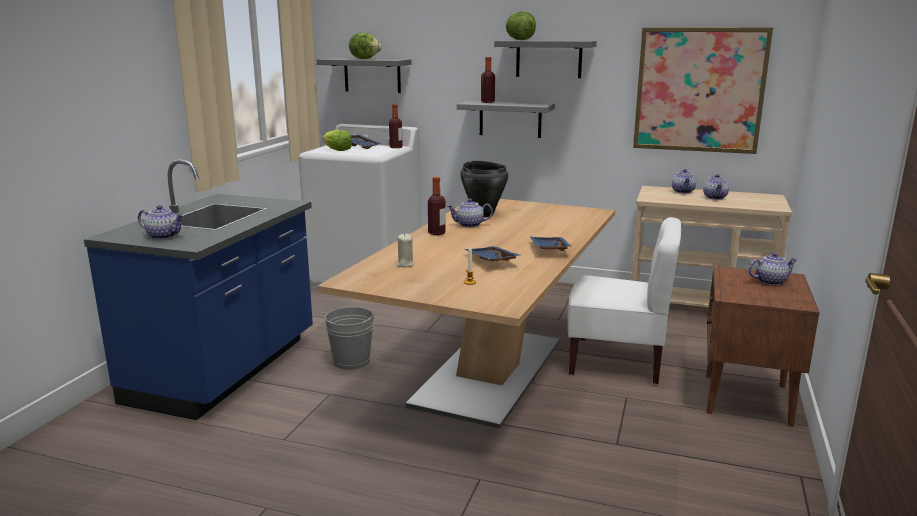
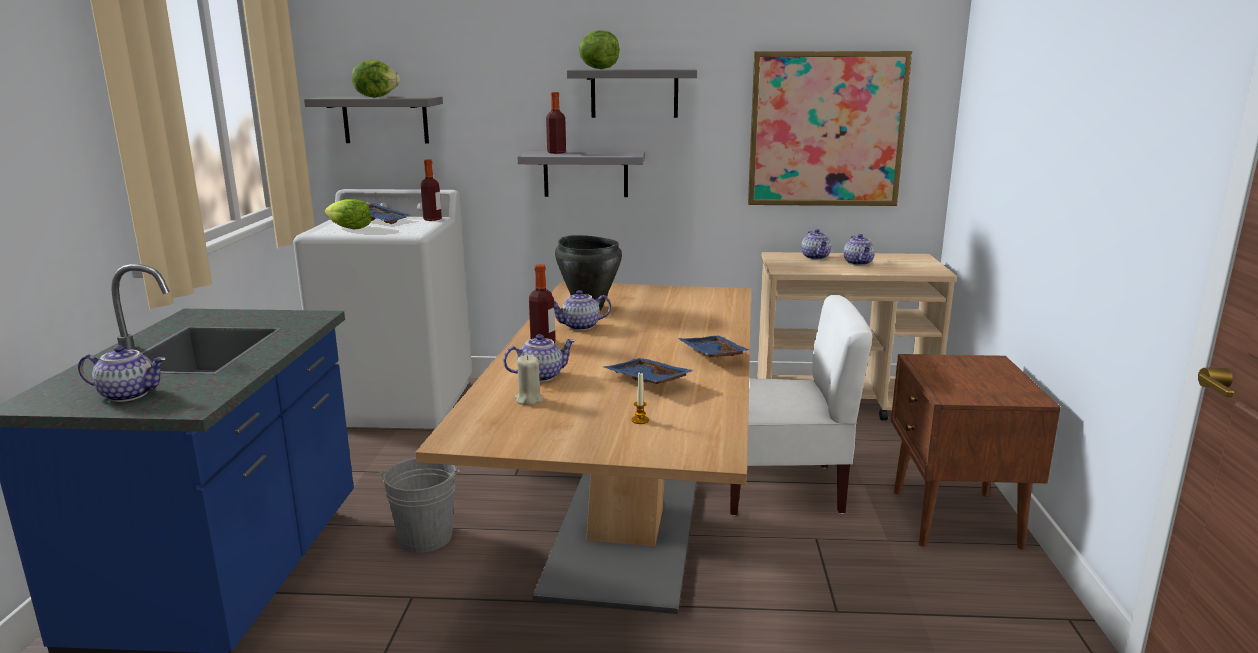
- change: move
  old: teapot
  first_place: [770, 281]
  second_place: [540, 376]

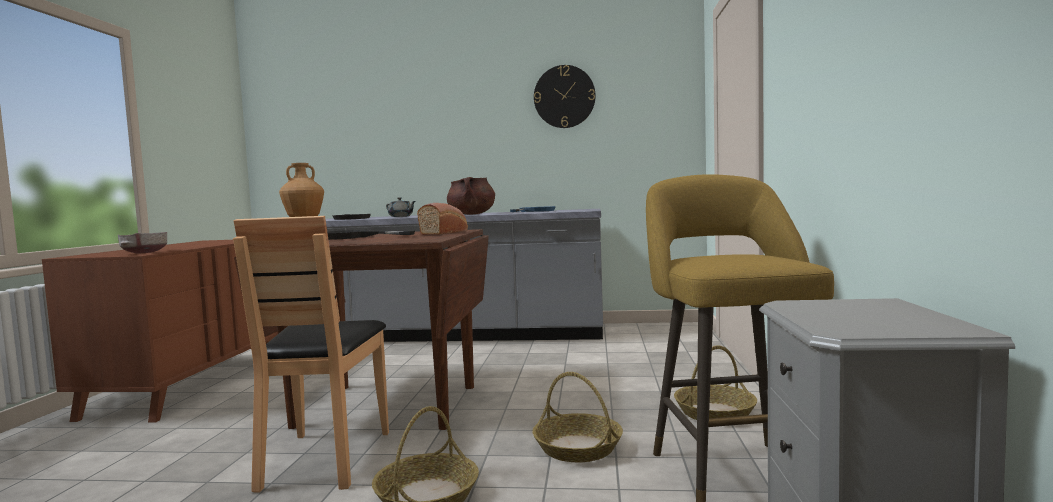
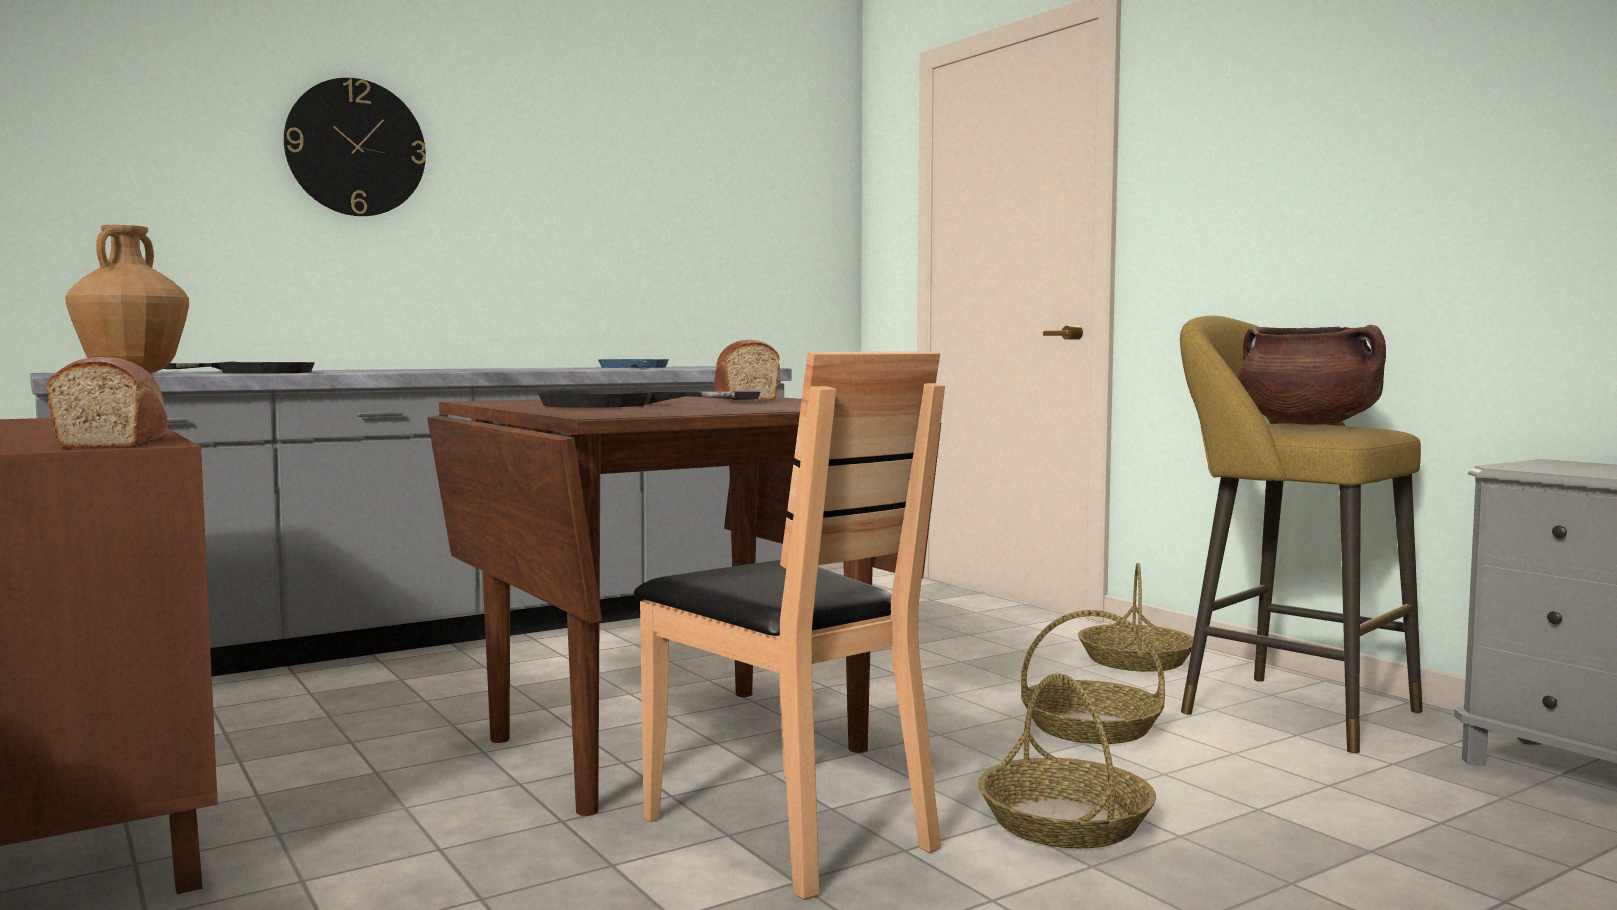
- change: replace
  old: greyish deep dish
  new: bread
  first_place: [145, 252]
  second_place: [116, 441]
- change: move
  old: hanging clock
  first_place: [564, 96]
  second_place: [355, 148]
- change: move
  old: brownish cooking pot
  first_place: [472, 214]
  second_place: [1308, 424]
- change: delete
  old: greyish teapot
  first_place: [401, 216]

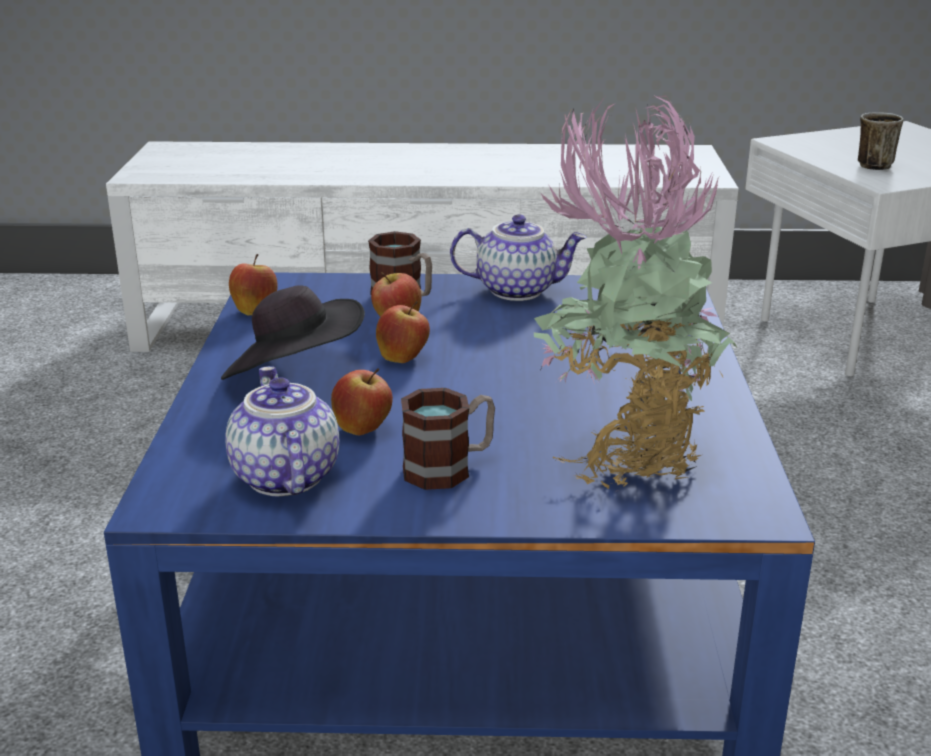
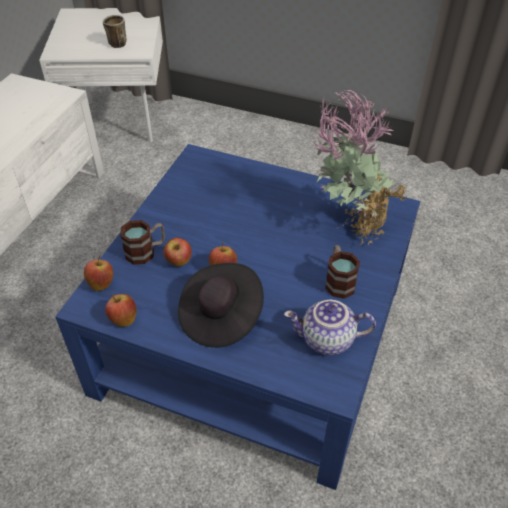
- change: move
  old: whole apple
  first_place: [363, 429]
  second_place: [101, 284]
- change: delete
  old: teapot
  first_place: [517, 290]

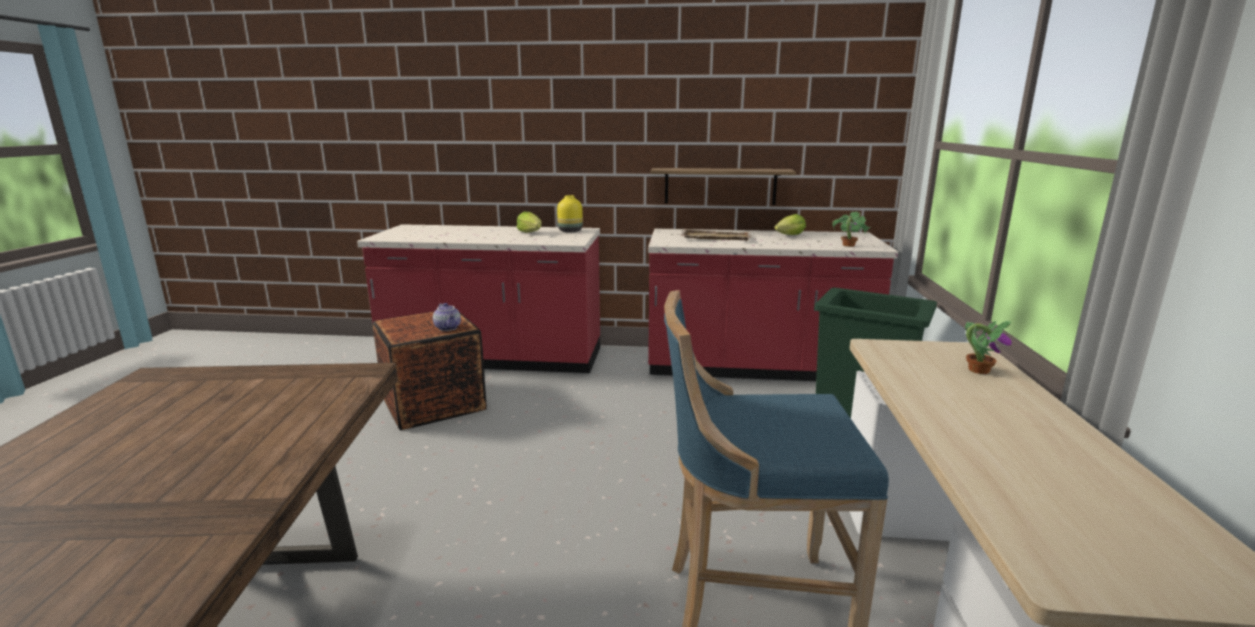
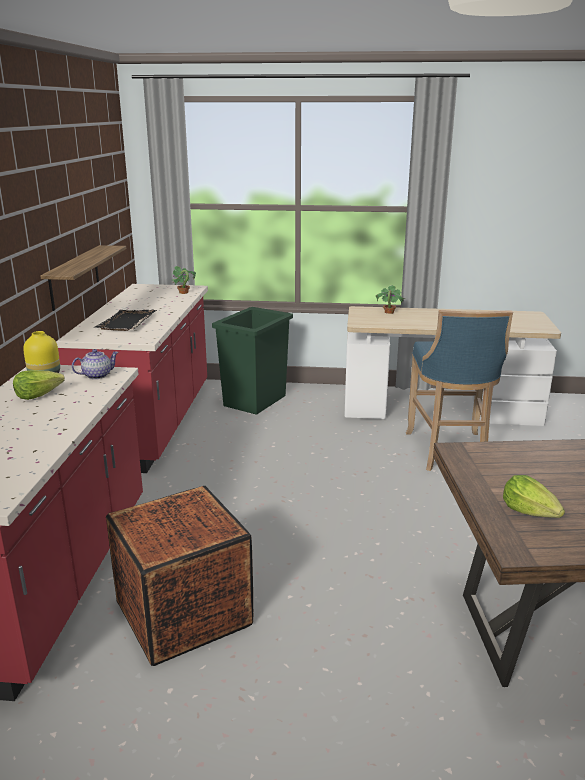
- change: move
  old: teapot
  first_place: [448, 328]
  second_place: [97, 375]
- change: recolor
  old: sand-coloured tray
  new: black-coloured tray
  first_place: [715, 237]
  second_place: [126, 322]
- change: move
  old: lettuce
  first_place: [790, 235]
  second_place: [530, 512]

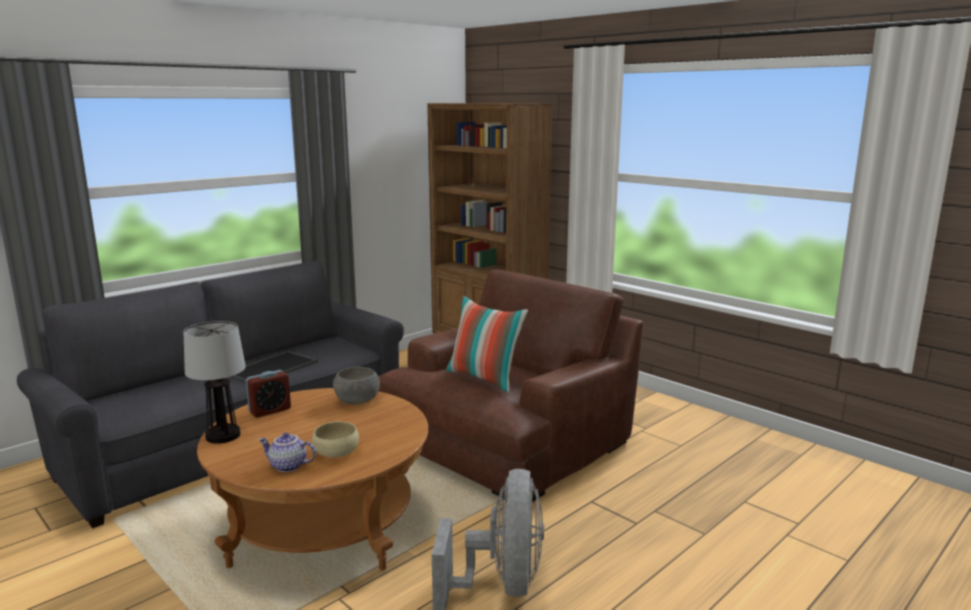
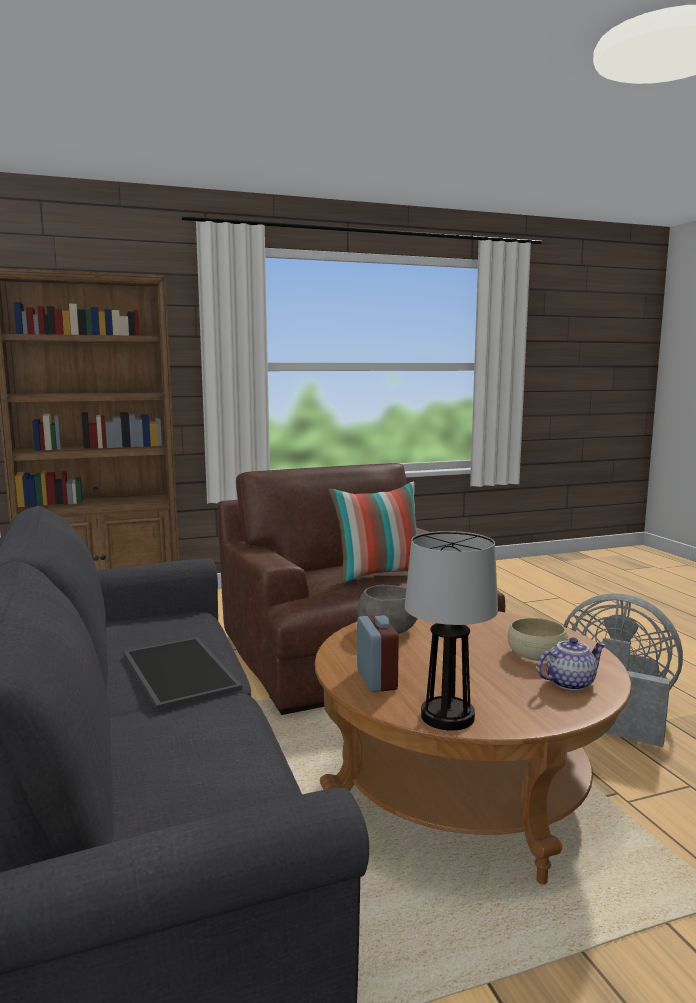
- change: rotate
  old: teapot
  first_place: [287, 466]
  second_place: [569, 682]
  degrees: -150

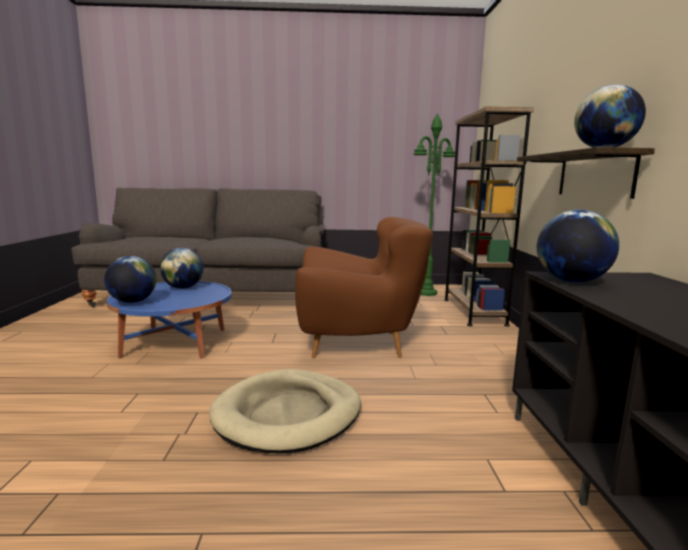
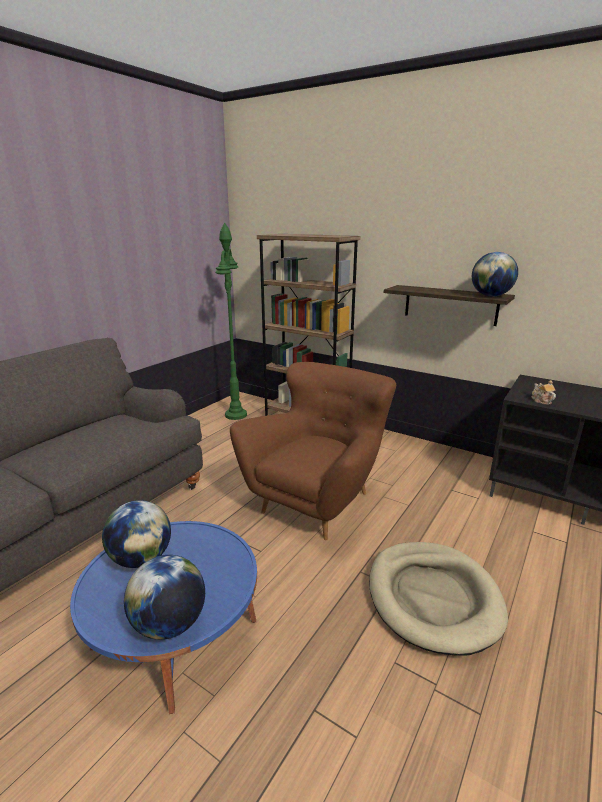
- change: replace
  old: world globe
  new: teapot
  first_place: [571, 281]
  second_place: [541, 401]

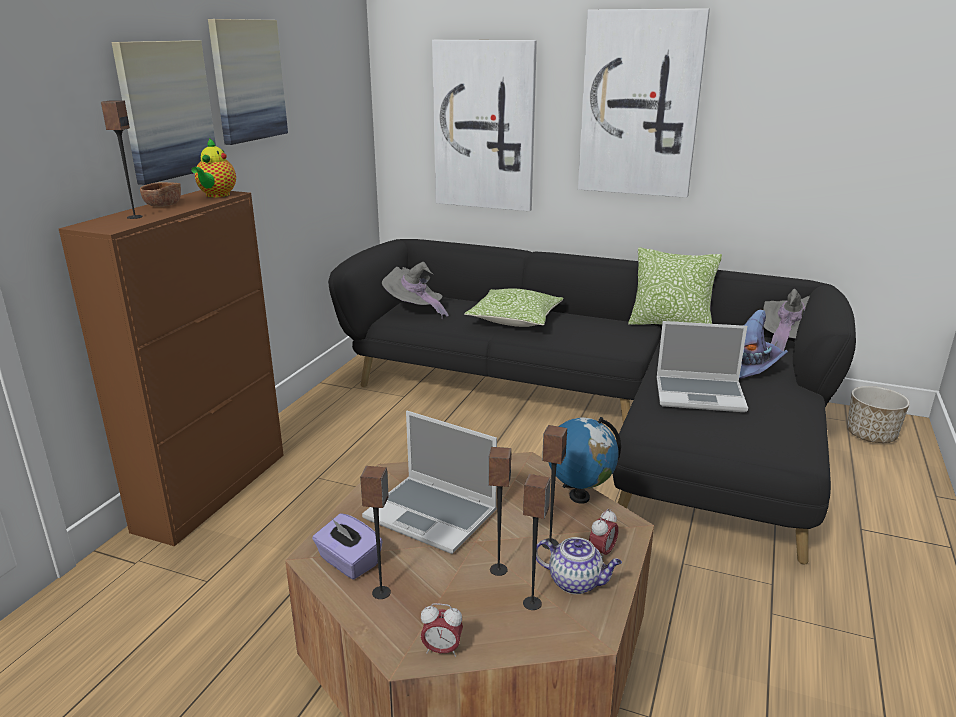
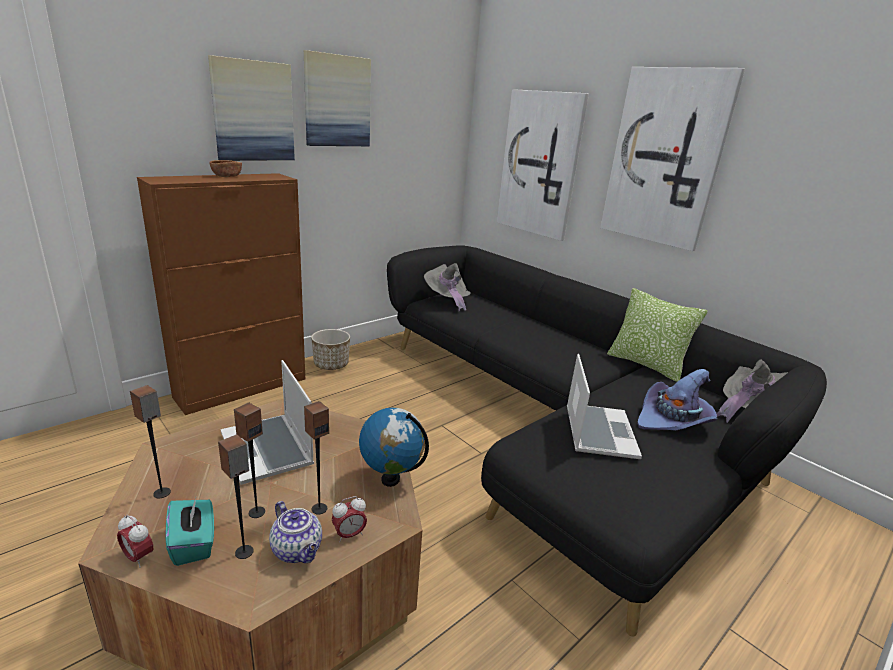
- change: insert
  new: turquoise-coloured box of tissues
  second_place: [194, 543]
- change: move
  old: flower pot
  first_place: [871, 435]
  second_place: [331, 365]
- change: rotate
  old: notebook computer
  first_place: [700, 395]
  second_place: [598, 431]
  degrees: -120
- change: delete
  old: audio speaker
  first_place: [134, 217]
- change: delete
  old: teapot
  first_place: [216, 195]
- change: delete
  old: purple-coloured box of tissues
  first_place: [348, 562]
- change: delete
  old: pillow
  first_place: [515, 319]

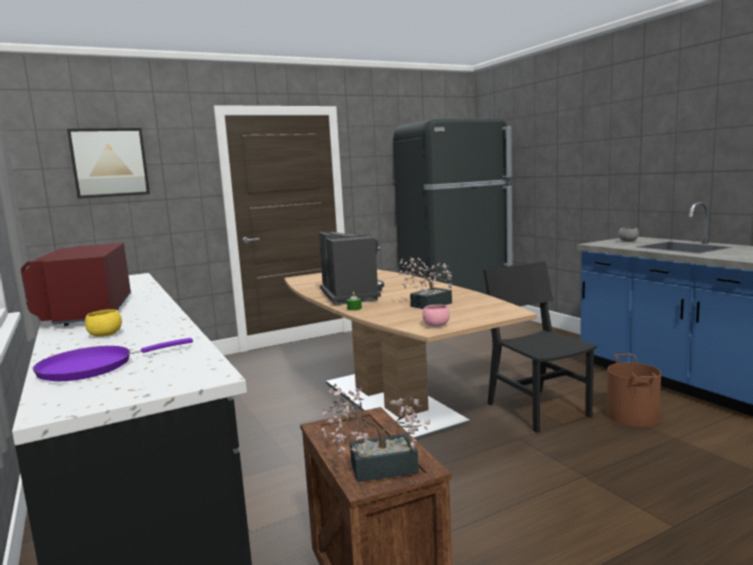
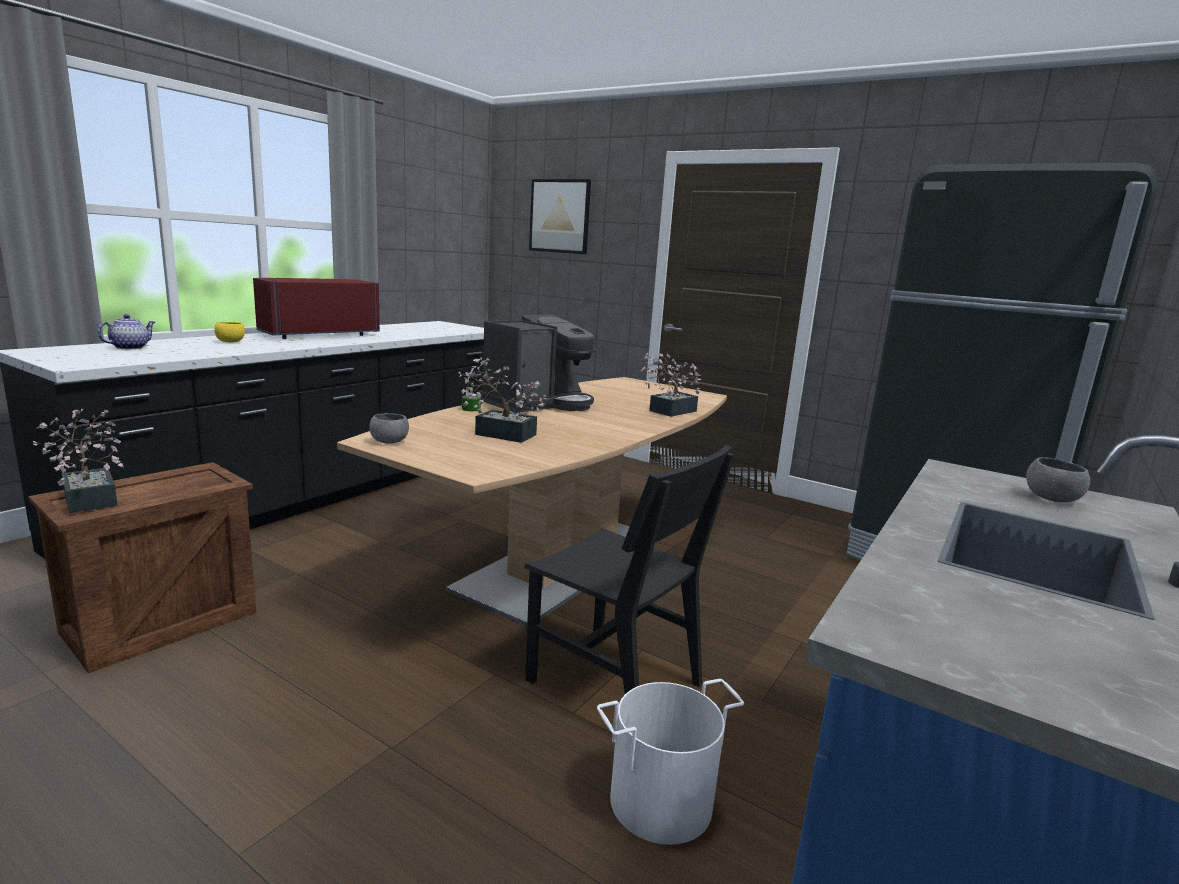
- change: replace
  old: purple-coloured skillet
  new: teapot
  first_place: [93, 367]
  second_place: [130, 347]
- change: recolor
  old: pink deep dish
  new: greyish deep dish
  first_place: [436, 325]
  second_place: [390, 442]
- change: rotate
  old: black-coloured chair
  first_place: [538, 409]
  second_place: [614, 682]
  degrees: 90
- change: recolor
  old: brownish pail
  new: whitish pail
  first_place: [631, 416]
  second_place: [660, 800]
- change: insert
  new: plant in a pot
  second_place: [668, 411]

